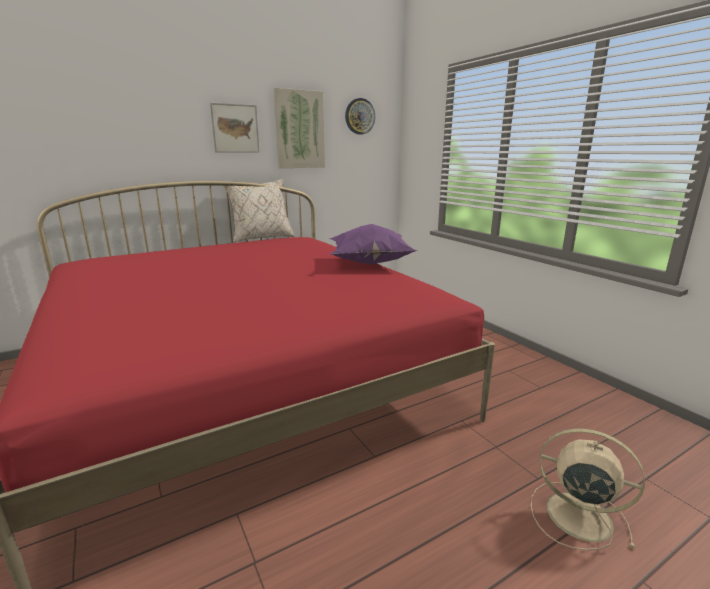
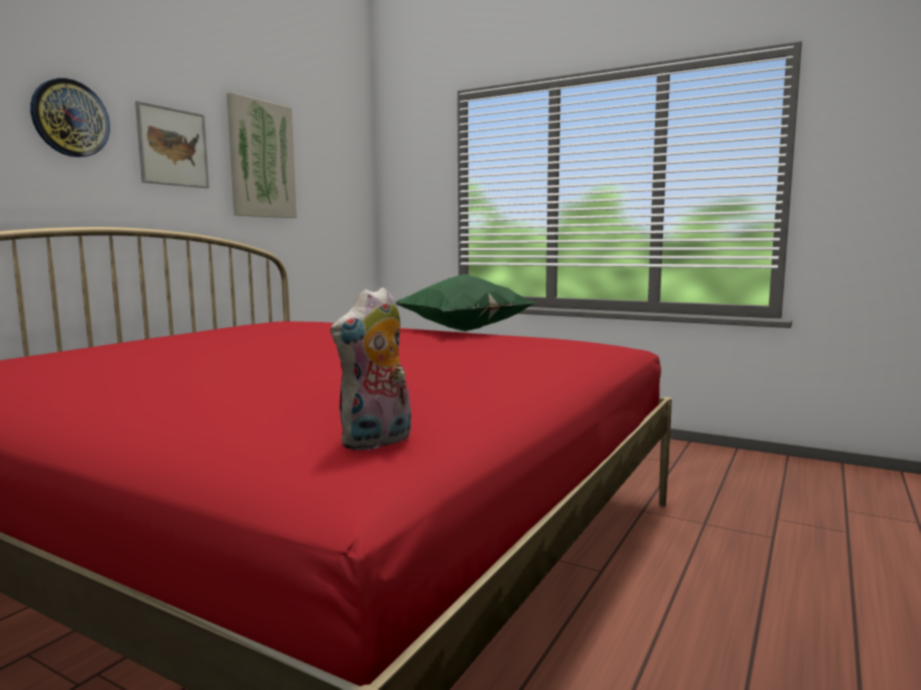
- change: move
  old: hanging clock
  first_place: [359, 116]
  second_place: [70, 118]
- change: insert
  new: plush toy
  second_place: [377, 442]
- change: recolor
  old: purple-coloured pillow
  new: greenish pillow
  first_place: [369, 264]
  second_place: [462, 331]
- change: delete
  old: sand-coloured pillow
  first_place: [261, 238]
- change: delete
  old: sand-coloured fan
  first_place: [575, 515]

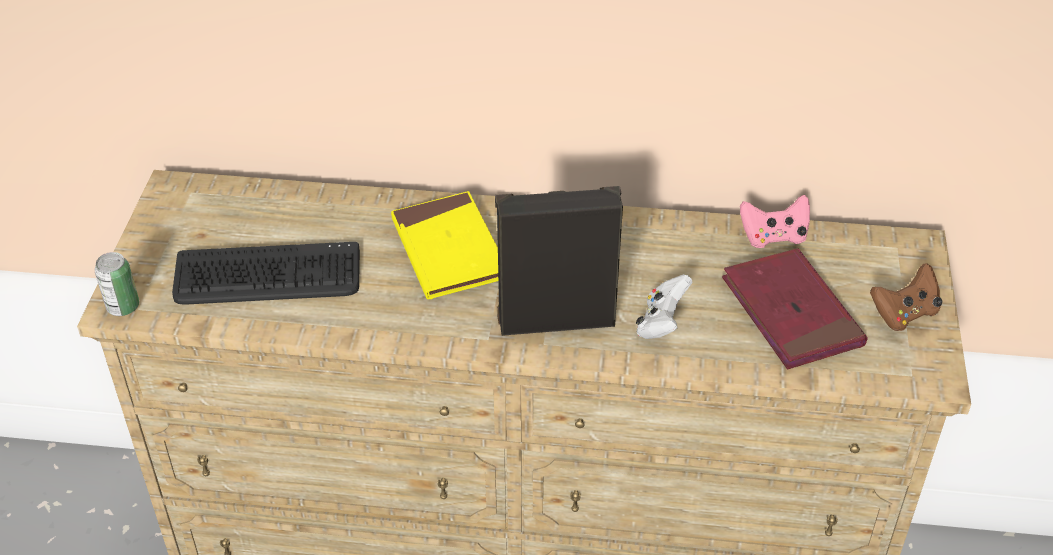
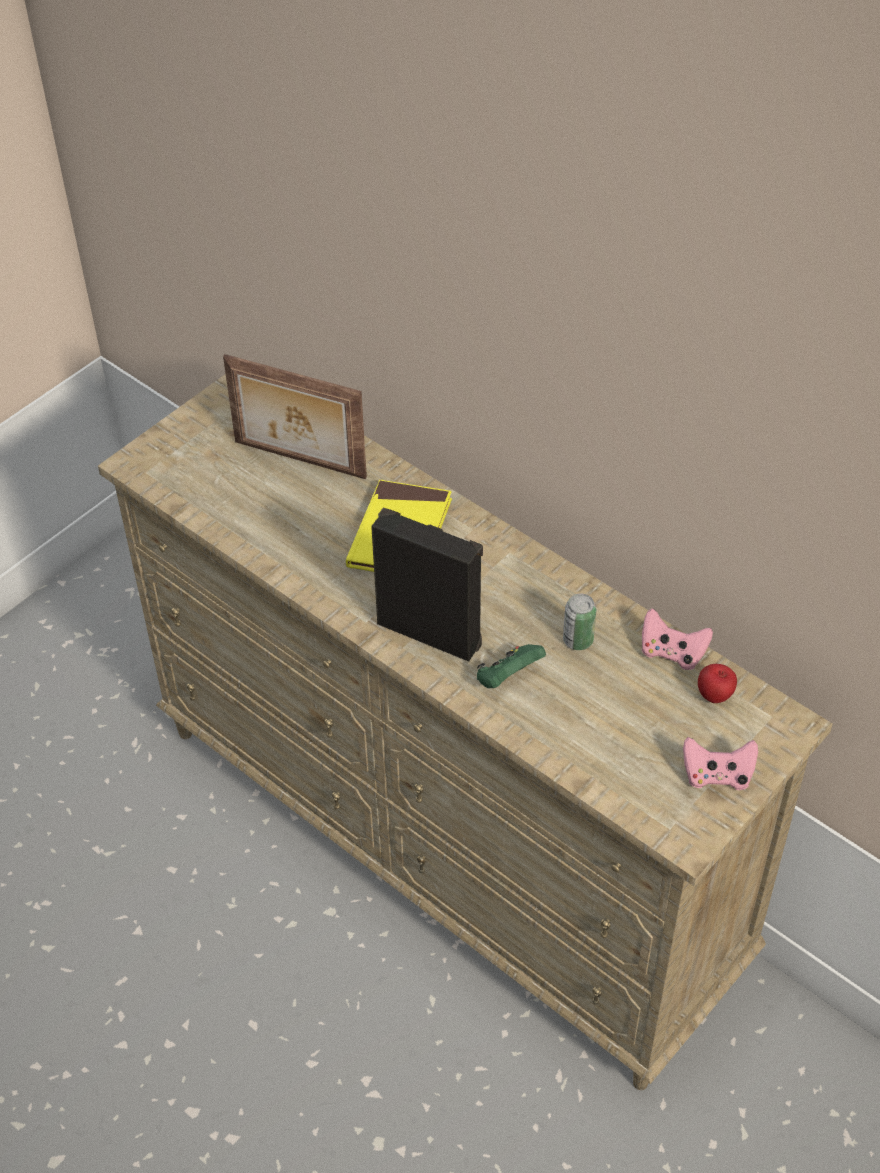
- change: insert
  new: picture frame
  second_place: [299, 461]
- change: recolor
  old: whitish gamepad
  new: greenish gamepad
  first_place: [661, 323]
  second_place: [507, 678]
- change: move
  old: metal can
  first_place: [123, 307]
  second_place: [578, 640]
- change: recolor
  old: brownish gamepad
  new: pink gamepad
  first_place: [904, 314]
  second_place: [717, 775]
- change: insert
  new: whole apple
  second_place: [715, 696]
- change: delete
  old: keyboard
  first_place: [268, 276]
- change: delete
  old: red-coloured bound book
  first_place: [791, 313]

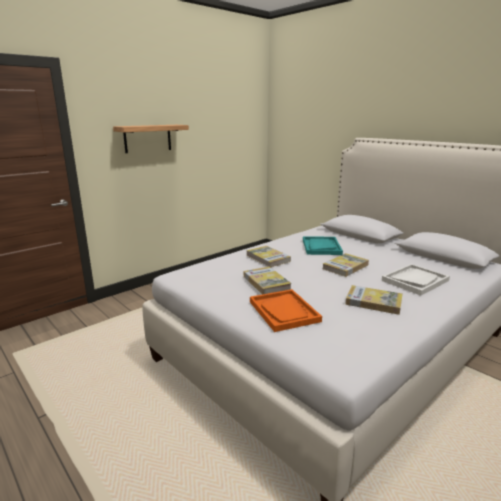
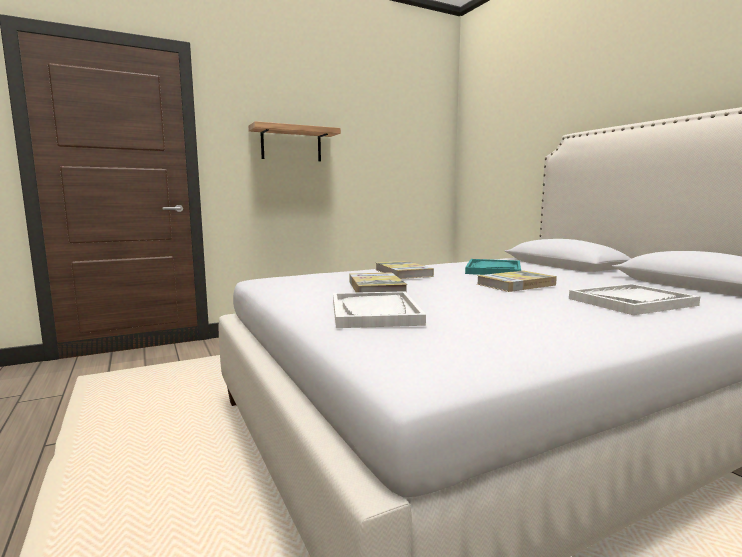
- change: recolor
  old: orange tray
  new: whitish tray
  first_place: [284, 311]
  second_place: [375, 312]
- change: delete
  old: bound book
  first_place: [373, 302]

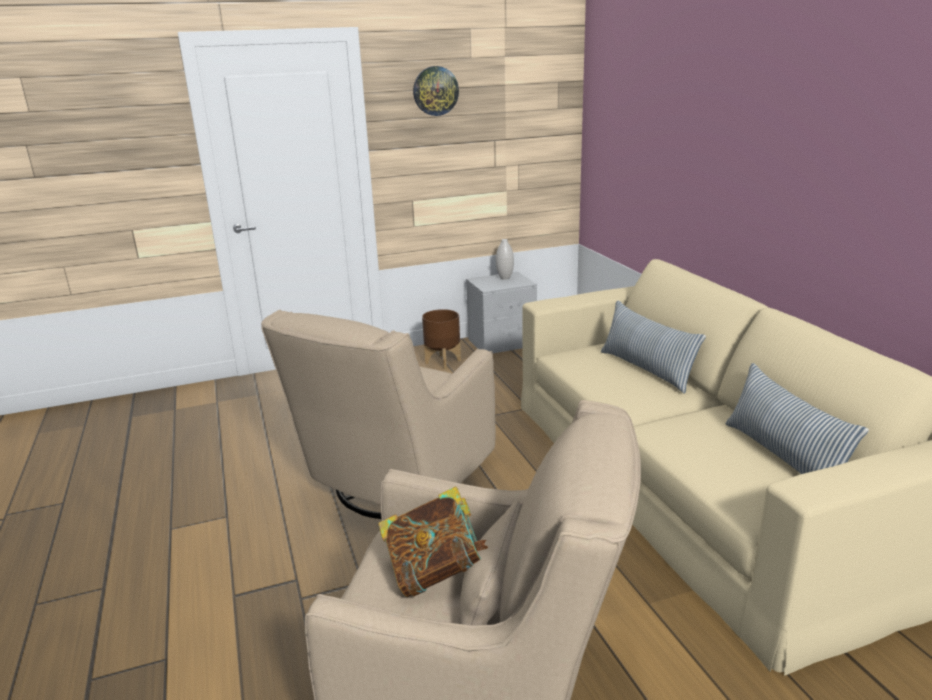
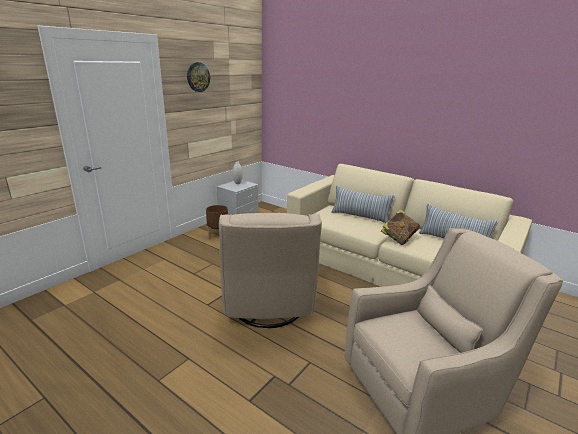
- change: move
  old: bound book
  first_place: [435, 572]
  second_place: [398, 238]

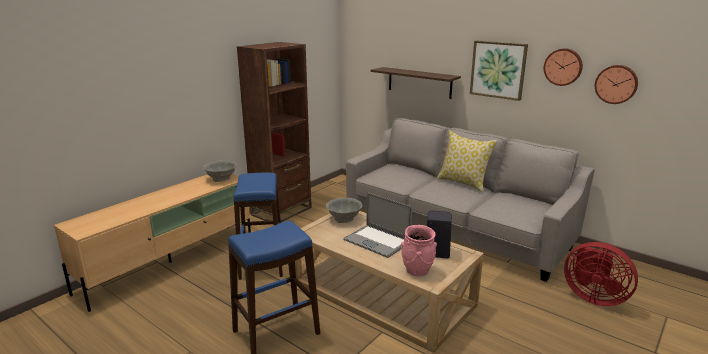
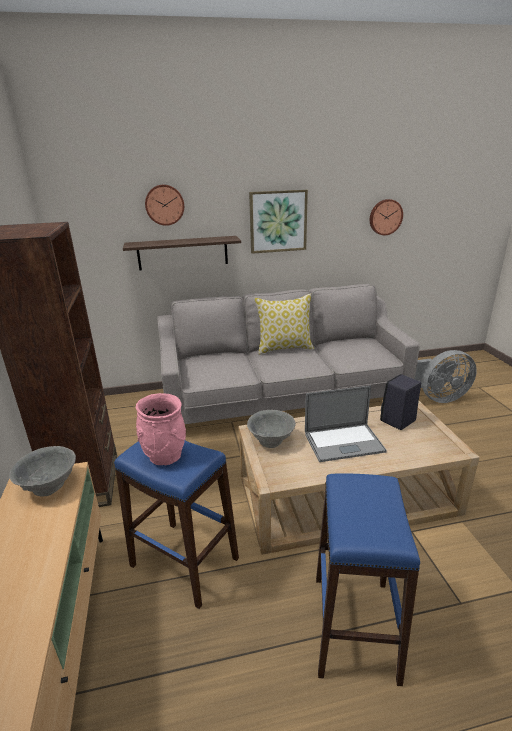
- change: move
  old: pink flower vase
  first_place: [417, 270]
  second_place: [164, 456]
- change: move
  old: hanging clock
  first_place: [563, 67]
  second_place: [164, 205]
- change: recolor
  old: red-coloured fan
  new: greyish fan
  first_place: [593, 297]
  second_place: [437, 397]

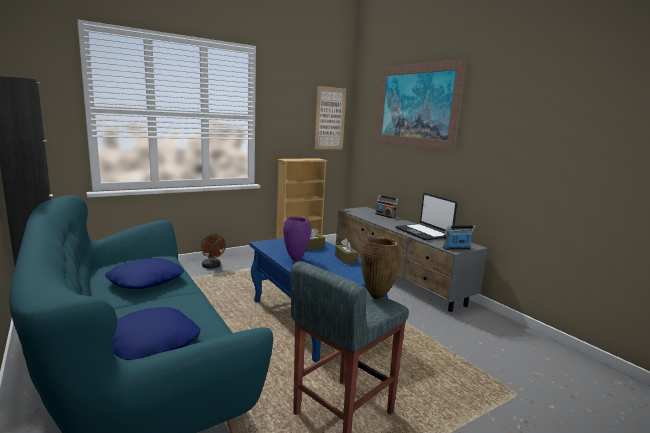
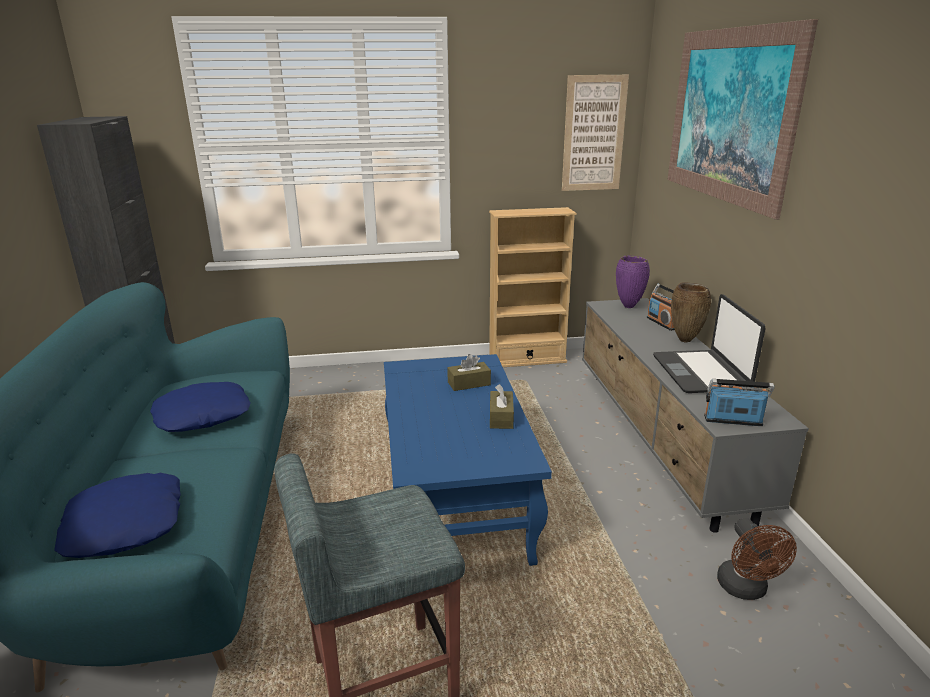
- change: move
  old: purple-coloured flower vase
  first_place: [296, 259]
  second_place: [629, 306]
- change: move
  old: brownish flower vase
  first_place: [377, 297]
  second_place: [686, 340]
- change: move
  old: brownish fan
  first_place: [212, 266]
  second_place: [746, 590]

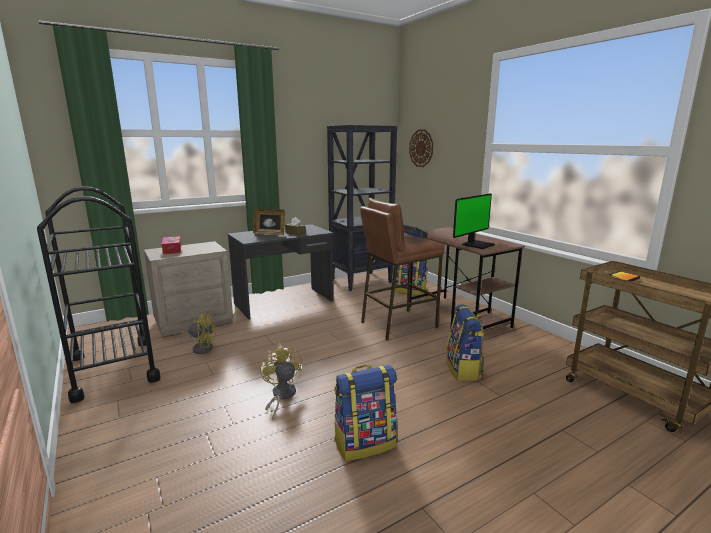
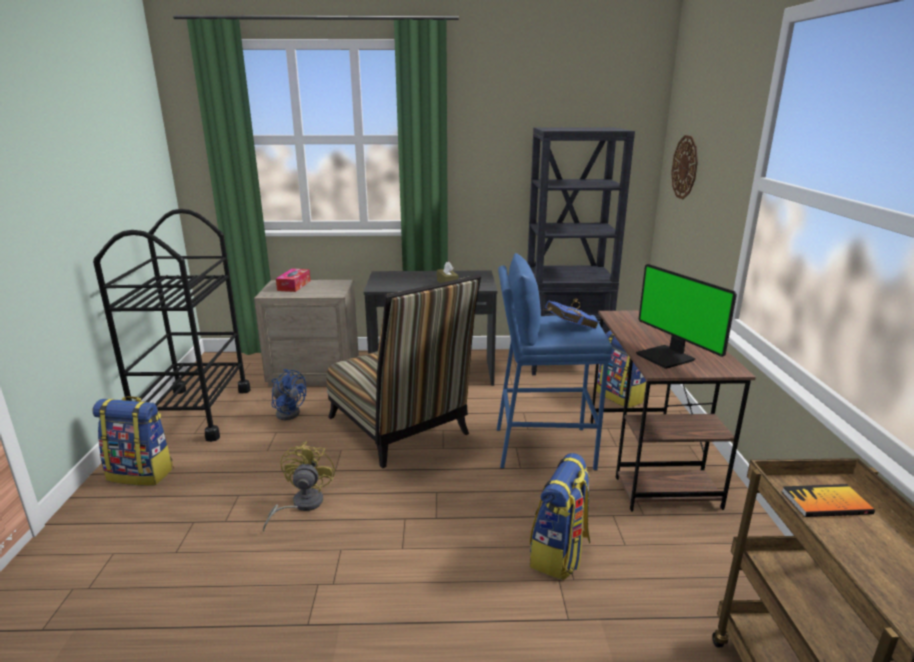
- change: move
  old: knapsack
  first_place: [365, 443]
  second_place: [142, 473]
- change: recolor
  old: yellow fan
  new: blue-coloured fan
  first_place: [201, 348]
  second_place: [288, 412]
- change: insert
  new: chair
  second_place: [401, 429]
- change: recolor
  old: brownish stool
  new: blue-coloured stool
  first_place: [398, 324]
  second_place: [543, 447]
- change: rotate
  old: computer screen
  first_place: [477, 244]
  second_place: [667, 357]
  degrees: 75
- change: delete
  old: picture frame
  first_place: [269, 234]

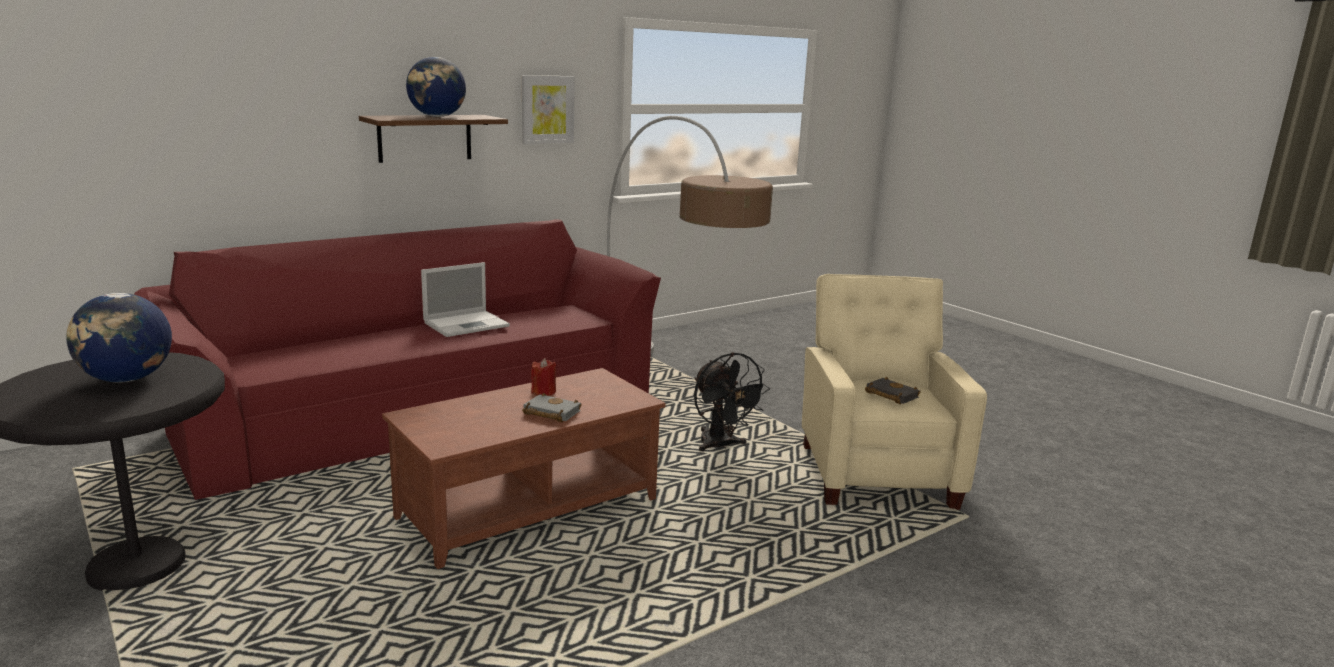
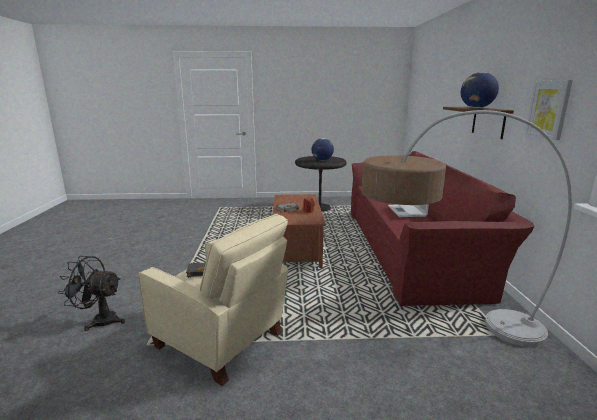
- change: move
  old: black-coloured fan
  first_place: [721, 446]
  second_place: [99, 320]

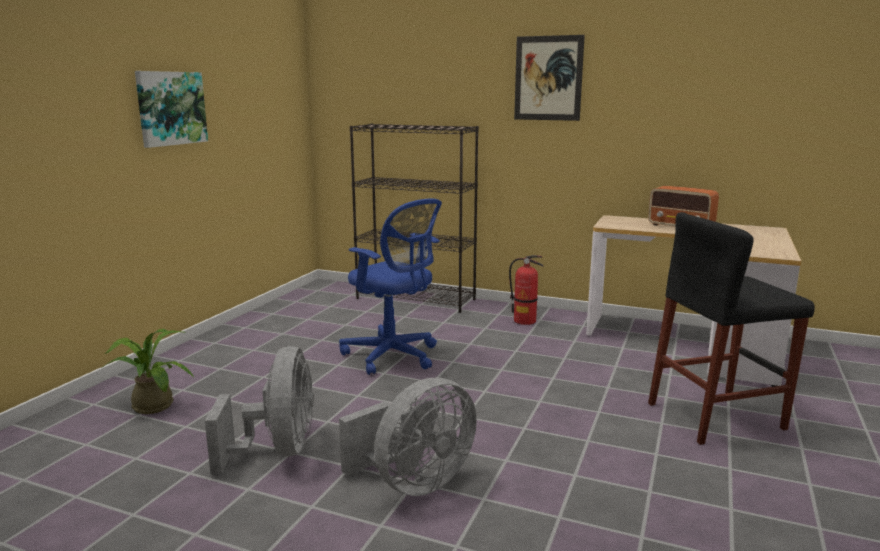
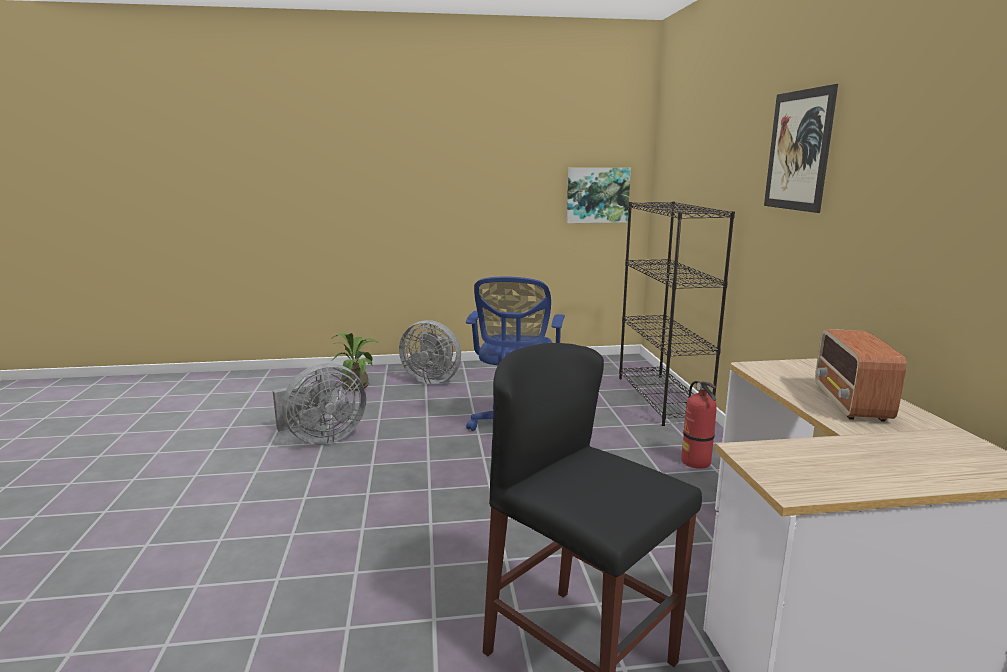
- change: move
  old: greyish fan
  first_place: [414, 483]
  second_place: [432, 380]
- change: move
  old: wall art
  first_place: [171, 108]
  second_place: [597, 195]

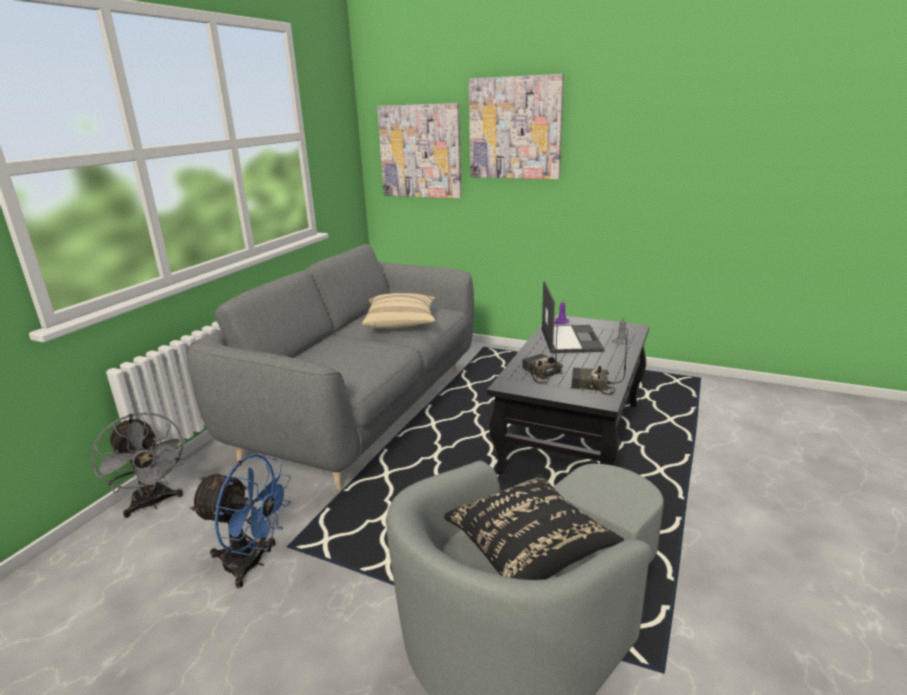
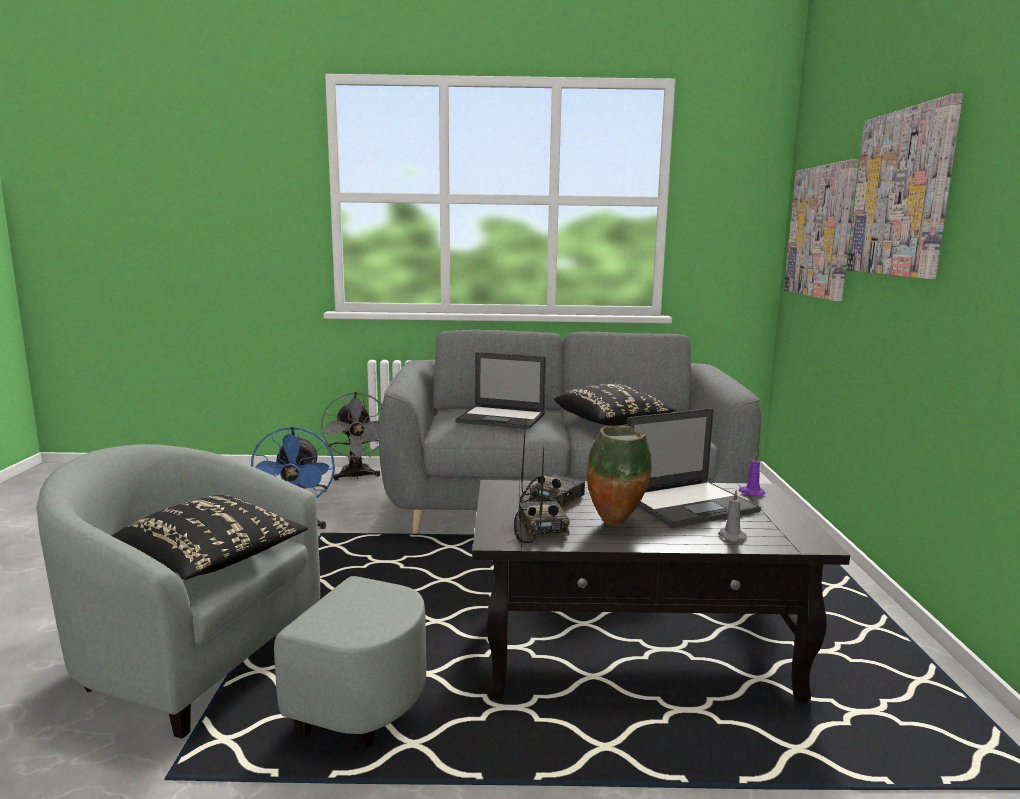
- change: rotate
  old: greyish fan
  first_place: [153, 503]
  second_place: [356, 476]
  degrees: -45
- change: insert
  new: notebook computer
  second_place: [502, 418]
- change: recolor
  old: sand-coloured pillow
  new: black-coloured pillow
  first_place: [401, 324]
  second_place: [612, 422]
- change: insert
  new: flower vase
  second_place: [616, 523]

